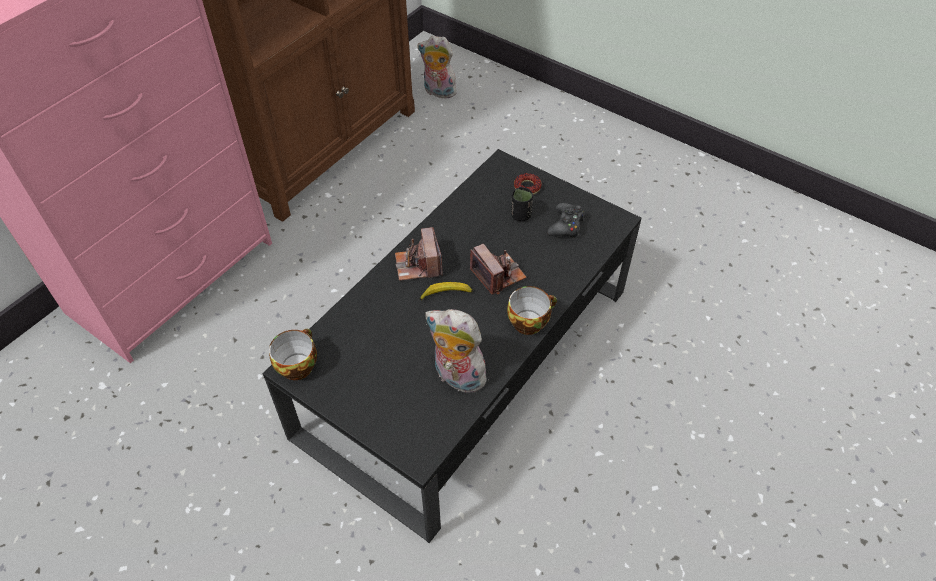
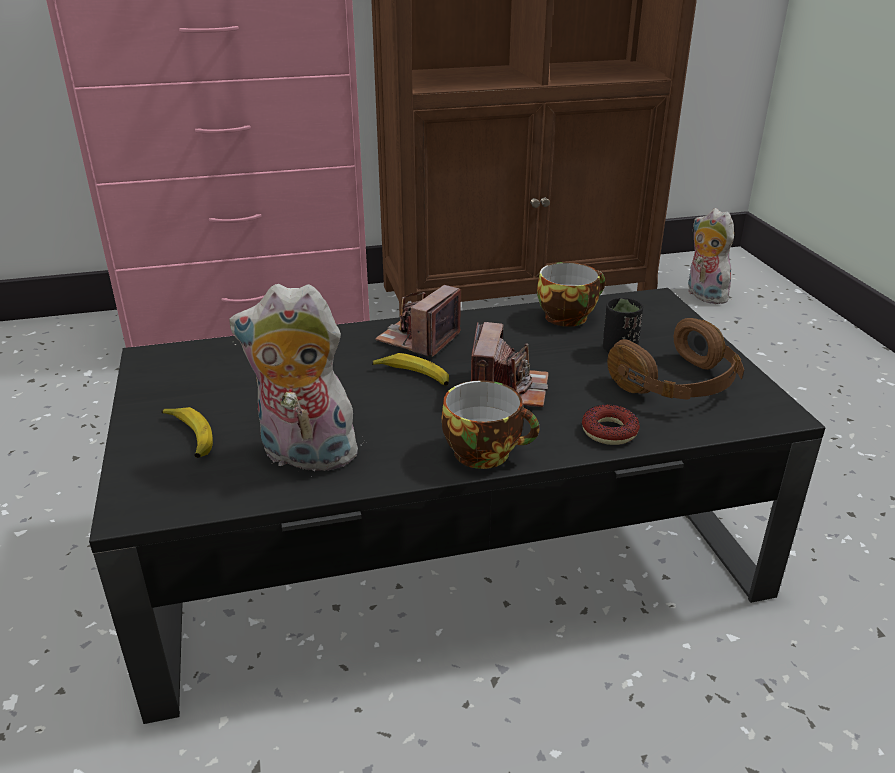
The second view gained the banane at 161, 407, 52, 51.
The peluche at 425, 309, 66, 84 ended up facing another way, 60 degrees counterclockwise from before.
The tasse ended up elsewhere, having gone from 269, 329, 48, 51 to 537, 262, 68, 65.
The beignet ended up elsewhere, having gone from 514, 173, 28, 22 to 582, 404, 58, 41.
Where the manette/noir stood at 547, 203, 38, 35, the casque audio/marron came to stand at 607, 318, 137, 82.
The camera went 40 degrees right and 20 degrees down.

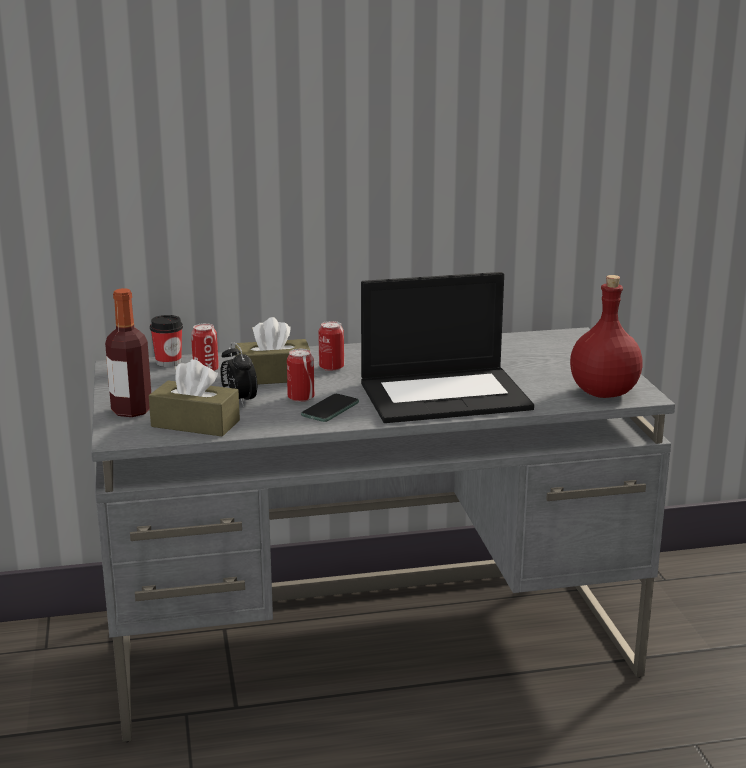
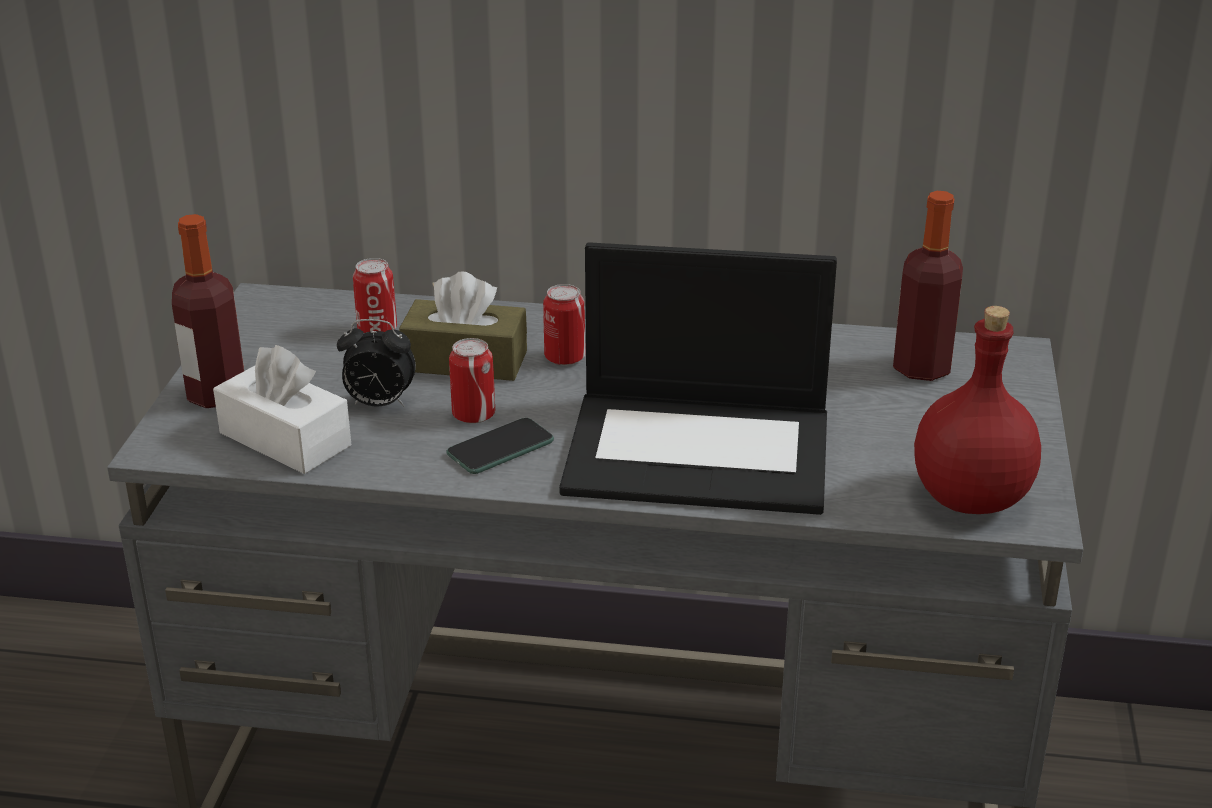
What was the boîte à mouchoirs/marron at 149, 359, 91, 78 turned into the boîte à mouchoirs/blanc at 213, 345, 138, 129.
The réveil at 220, 342, 37, 65 ended up facing another way, 75 degrees counterclockwise from before.
The second view gained the bouteille at 893, 191, 70, 190.
The second view lost the tasse at 150, 315, 33, 52.
The camera went 20 degrees right and 10 degrees up.

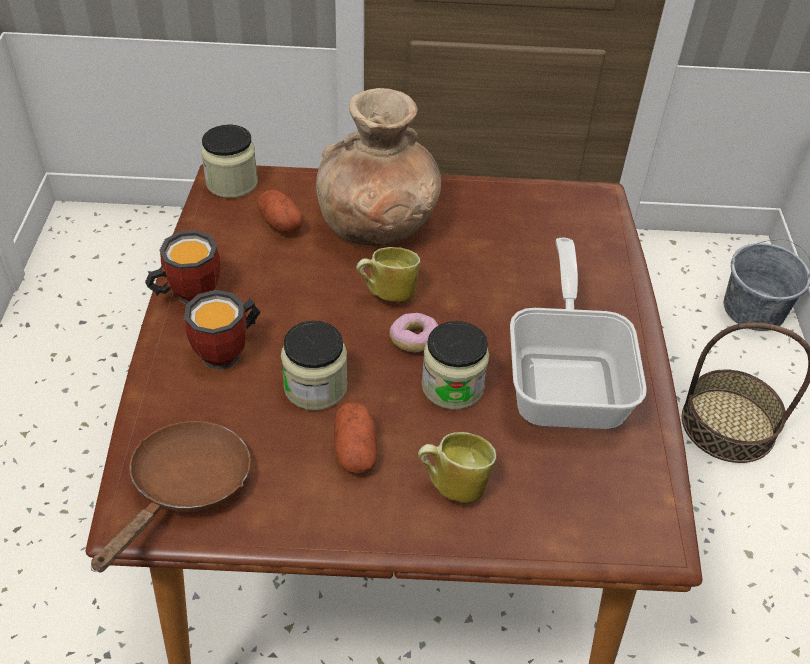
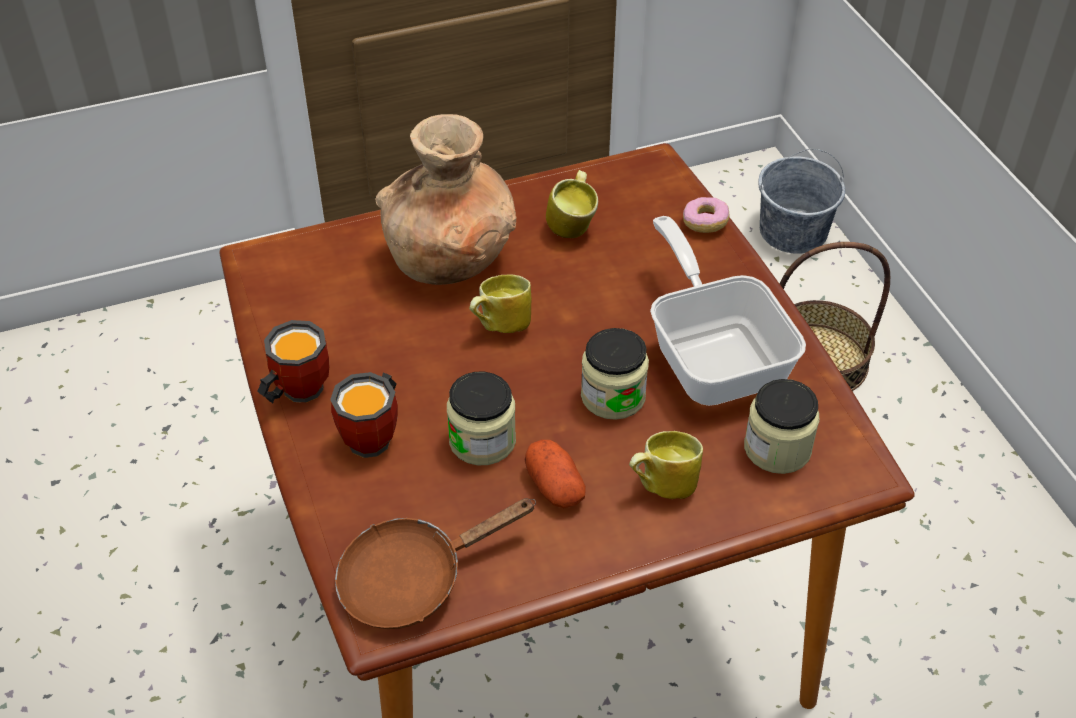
The poêle/marron at 91, 421, 160, 152 ended up facing another way, 120 degrees counterclockwise from before.
The second view gained the mug at 546, 170, 52, 68.
The beignet ended up elsewhere, having gone from 389, 313, 49, 39 to 683, 197, 47, 36.
The bocal ended up elsewhere, having gone from 201, 124, 57, 74 to 744, 379, 75, 95.
The second view lost the pomme de terre at 257, 190, 47, 44.
The camera went 20 degrees left and 0 degrees up.

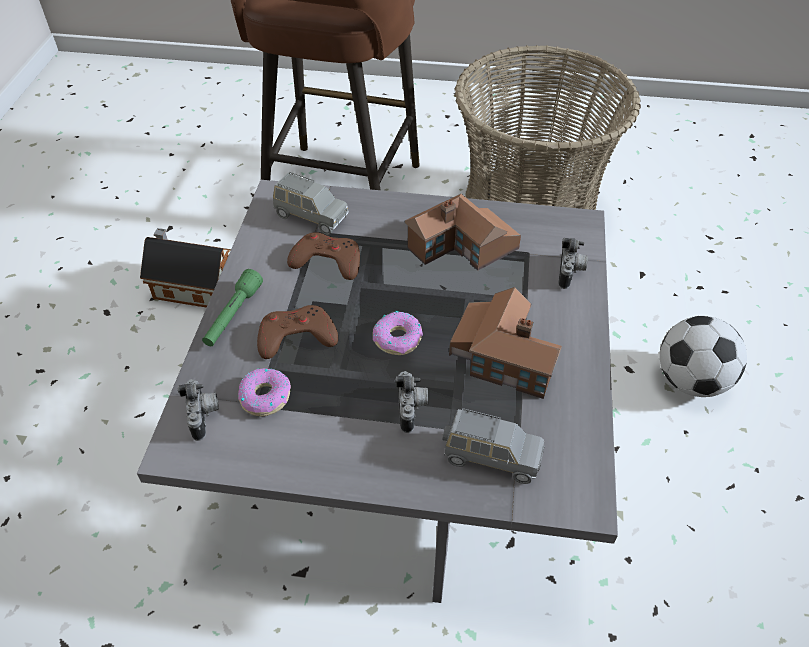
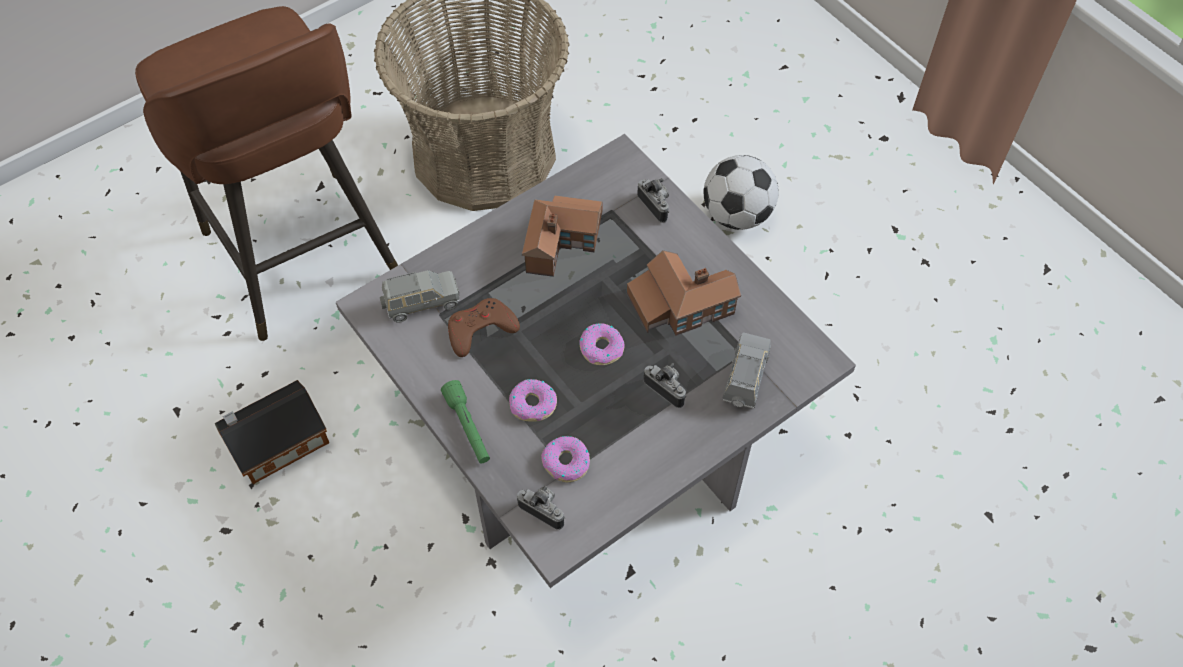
Where the manette/marron stood at 257, 305, 81, 54, the beignet came to stand at 509, 379, 48, 43.
The petite voiture/gris at 443, 408, 101, 76 ended up facing another way, 45 degrees counterclockwise from before.
The camera went 45 degrees left and 10 degrees up.

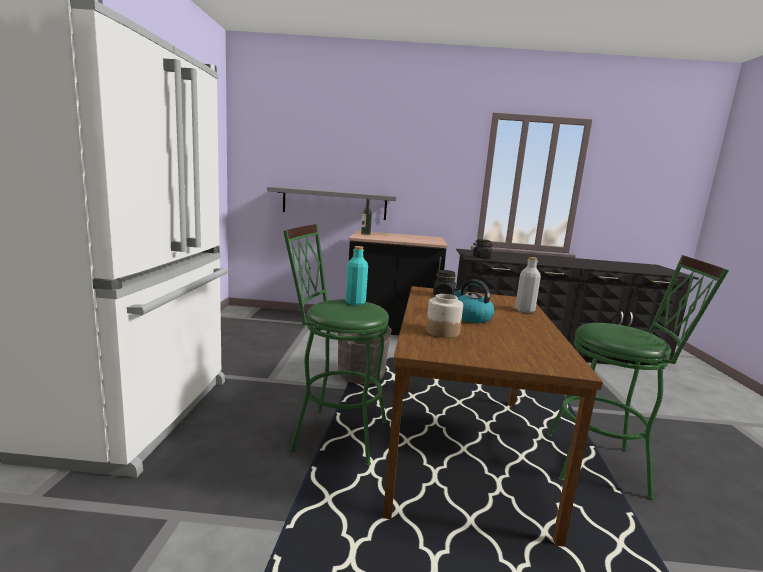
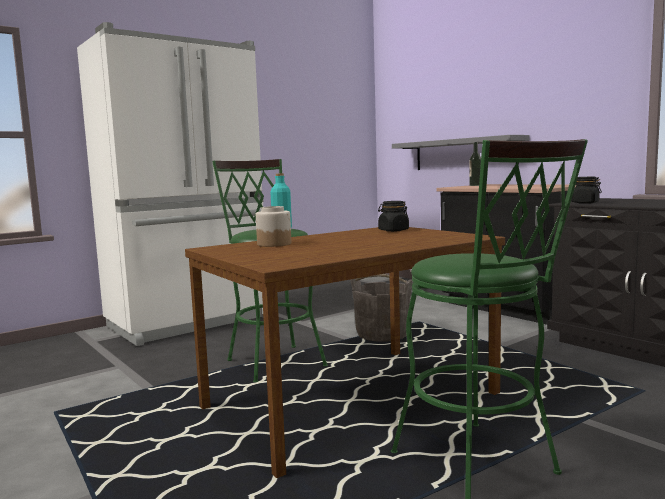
The second view lost the bouilloire at 453, 279, 41, 44.
The second view lost the bouteille/gris at 515, 257, 26, 56.
The camera went 50 degrees right and 5 degrees down.

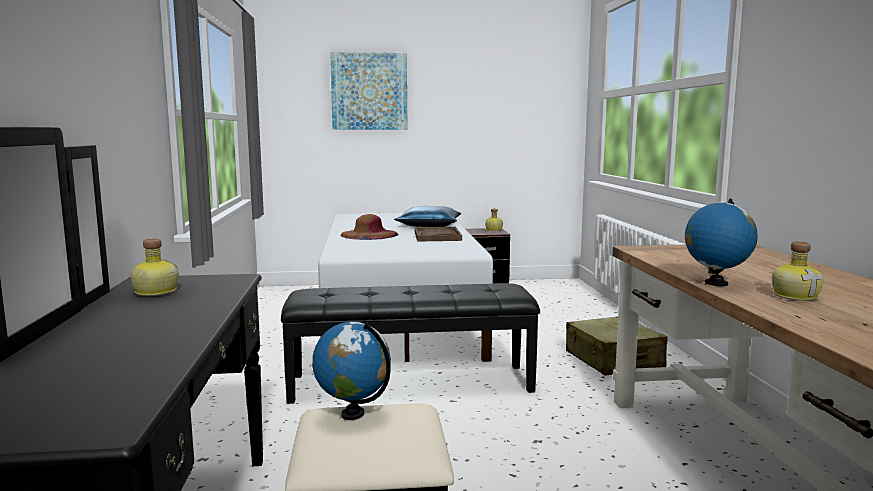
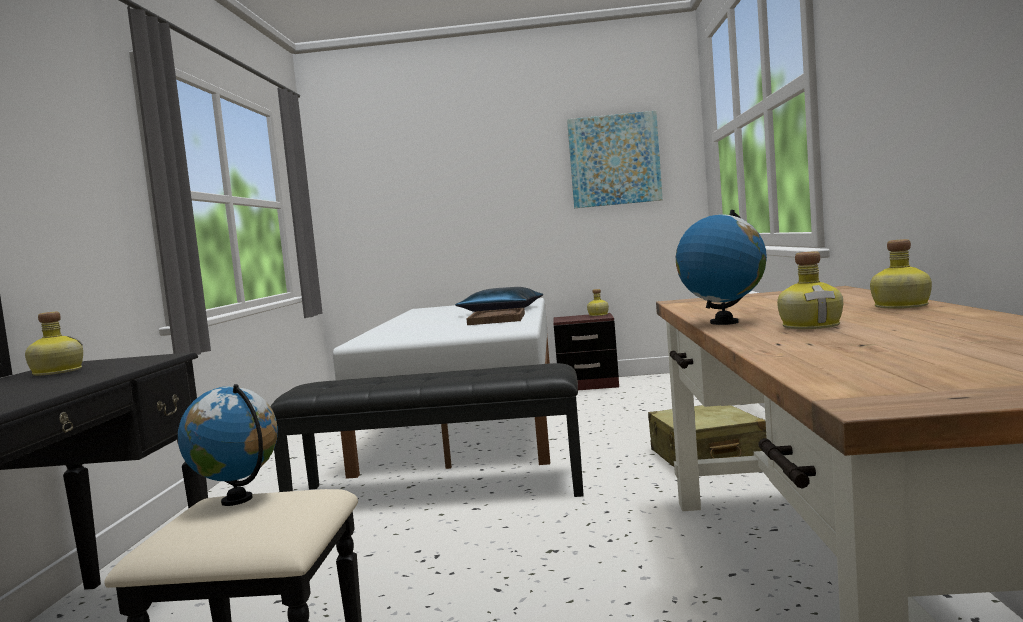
The tableau ended up elsewhere, having gone from 330, 52, 77, 78 to 567, 111, 96, 97.
The second view gained the bouteille at 870, 239, 62, 70.
The second view lost the chapeau/marron at 341, 214, 57, 26.
The camera went 10 degrees right and 5 degrees down.

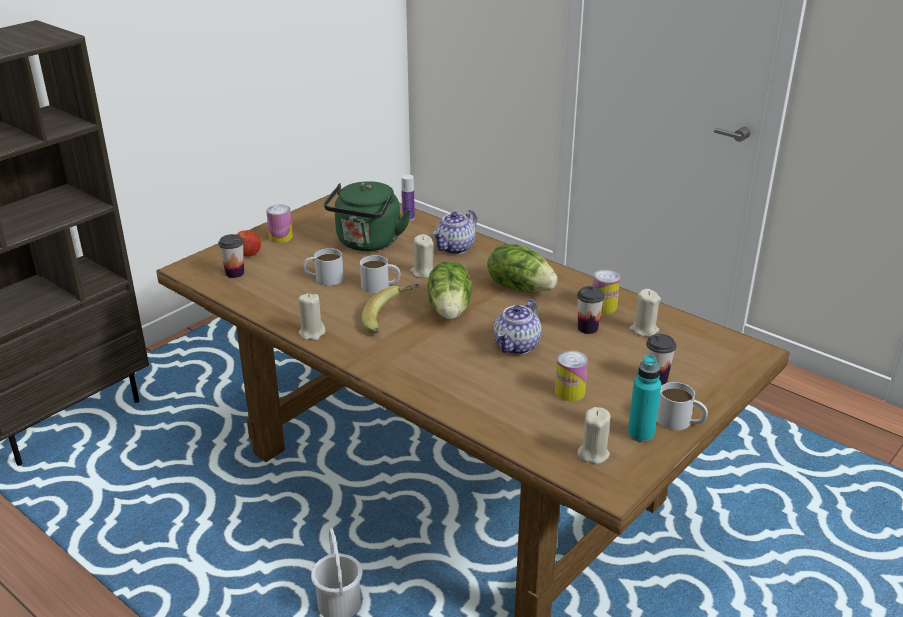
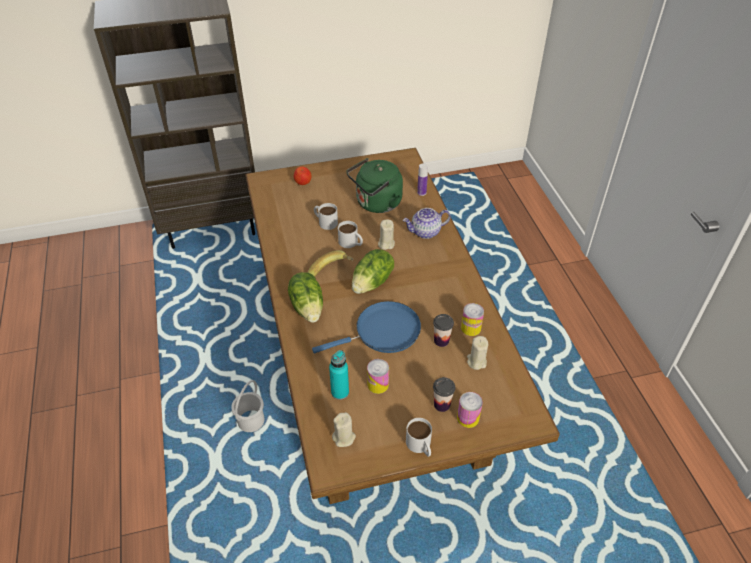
The laitue ended up elsewhere, having gone from 487, 244, 70, 48 to 288, 272, 35, 51.
Where the théière stood at 493, 299, 49, 56, the poêle/bleu came to stand at 312, 301, 109, 52.
The bouteille/turquoise ended up elsewhere, having gone from 628, 355, 33, 87 to 329, 350, 20, 50.
The boîte métallique ended up elsewhere, having gone from 266, 204, 27, 39 to 457, 392, 26, 36.
The second view lost the tasse at 218, 234, 26, 44.
The second view lost the bougie/beige at 298, 293, 28, 47.
The camera went 35 degrees right and 15 degrees up.

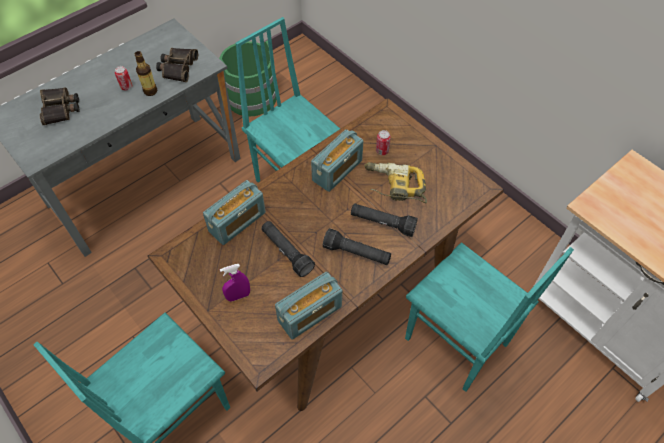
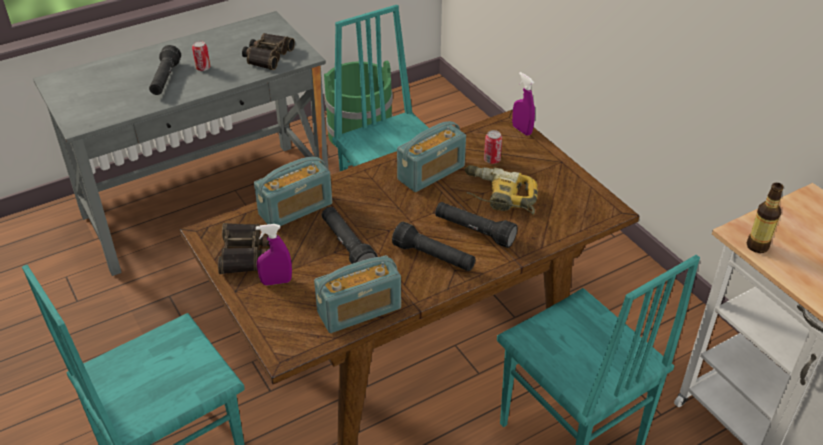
The second view gained the lampe de poche/noir at 149, 45, 32, 50.
The jumelles ended up elsewhere, having gone from 40, 88, 40, 37 to 218, 223, 52, 51.
The second view gained the vaporisateur/violet at 512, 72, 23, 64.
The bouteille ended up elsewhere, having gone from 135, 51, 22, 45 to 747, 183, 37, 70.
The camera went 10 degrees right and 15 degrees down.

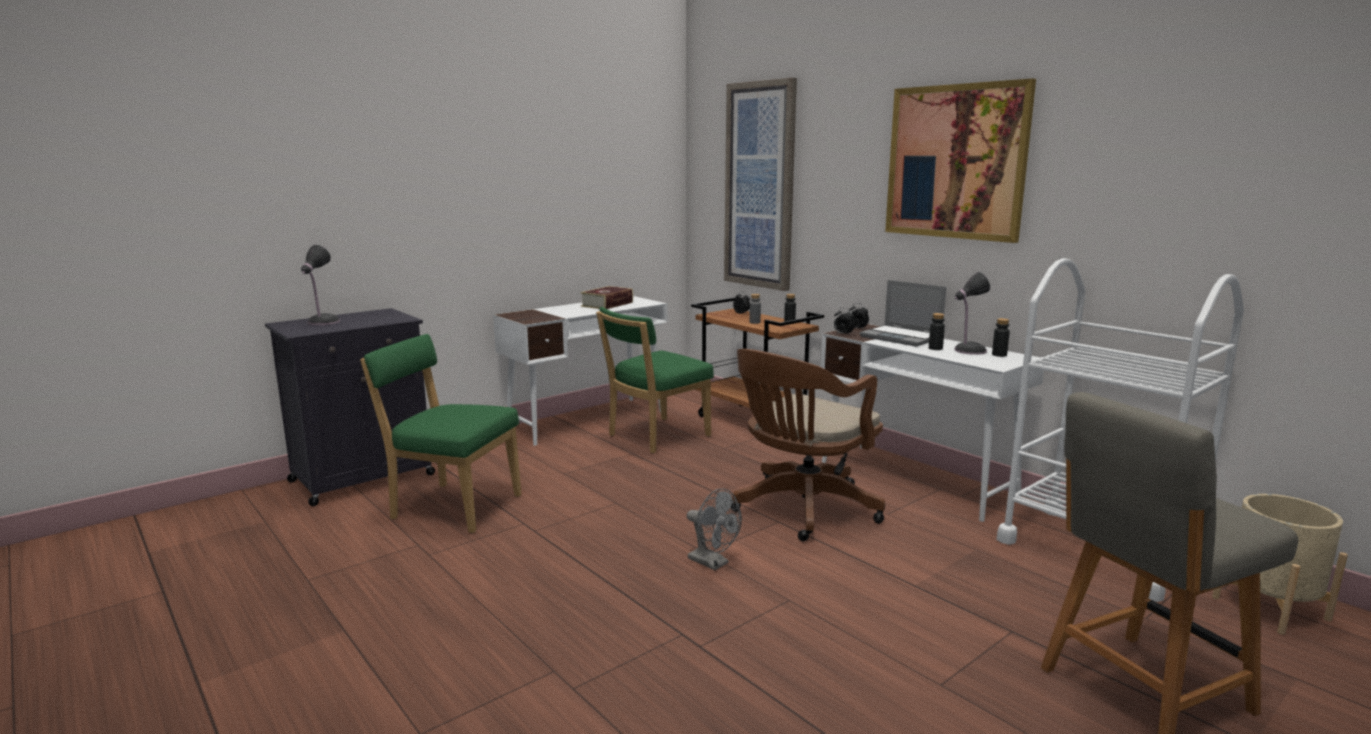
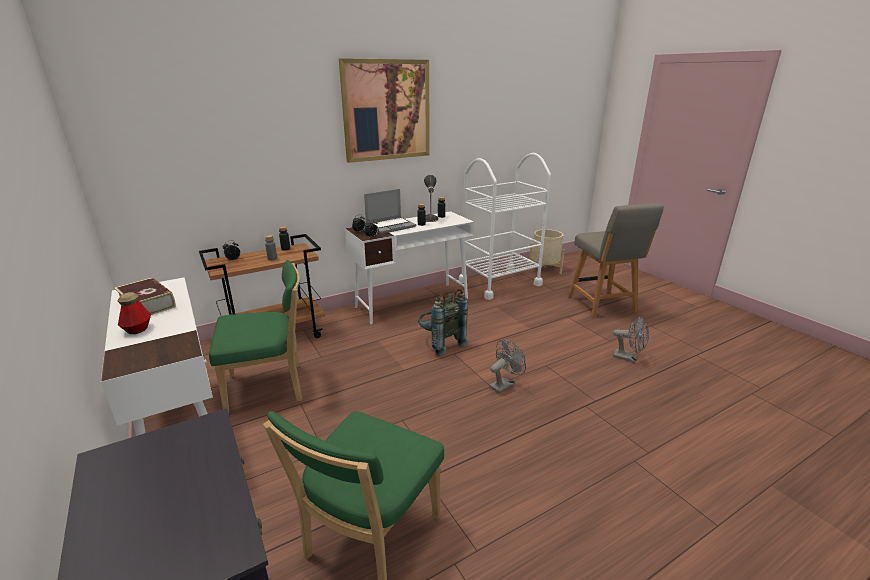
The second view gained the bouteille at 118, 292, 33, 42.
The chaise/vert at 596, 307, 118, 147 ended up facing another way, 75 degrees counterclockwise from before.
Where the chaise de bureau/marron stood at 731, 349, 154, 192, the sac à dos/gris came to stand at 418, 289, 50, 67.
The second view gained the ventilateur/gris at 613, 317, 36, 46.
The second view lost the lampe de table at 301, 244, 39, 81.
The second view lost the tableau at 724, 78, 73, 213.
The camera went 80 degrees left and 10 degrees up.

